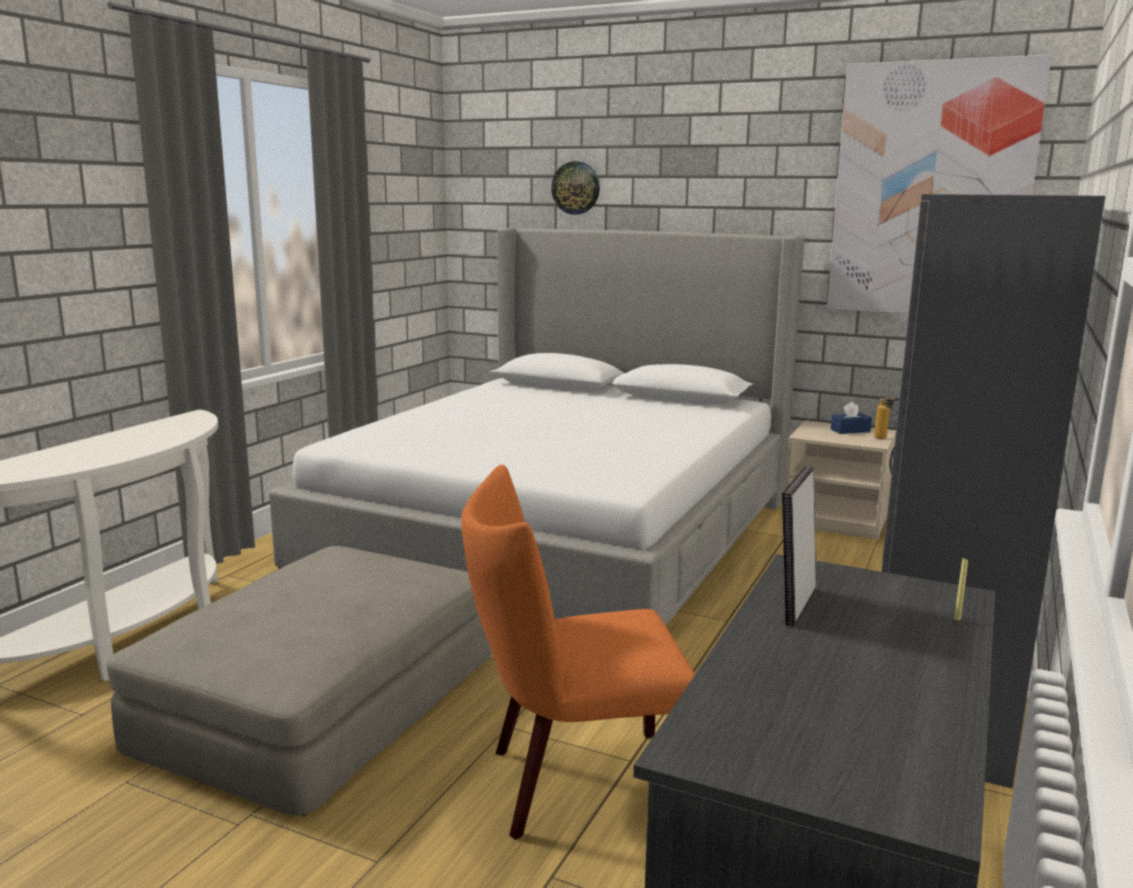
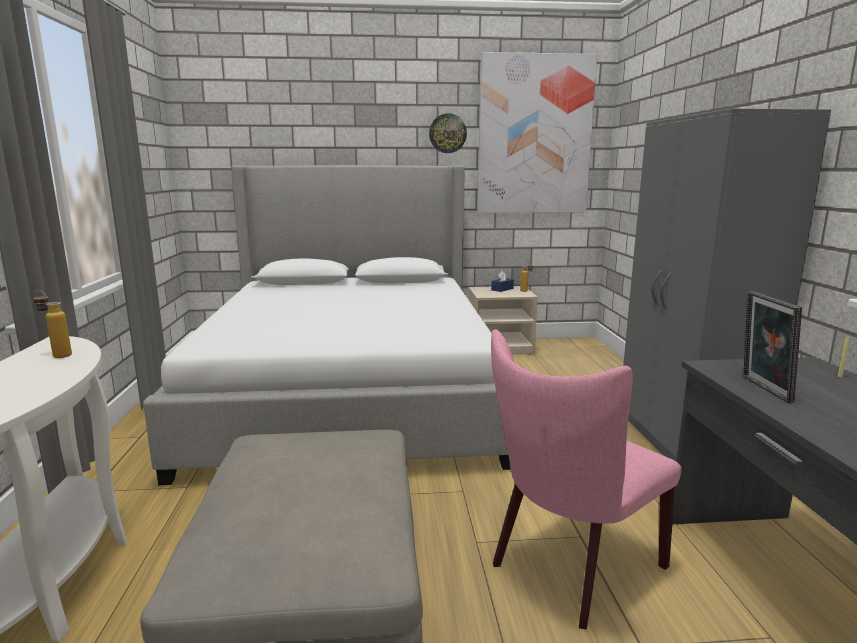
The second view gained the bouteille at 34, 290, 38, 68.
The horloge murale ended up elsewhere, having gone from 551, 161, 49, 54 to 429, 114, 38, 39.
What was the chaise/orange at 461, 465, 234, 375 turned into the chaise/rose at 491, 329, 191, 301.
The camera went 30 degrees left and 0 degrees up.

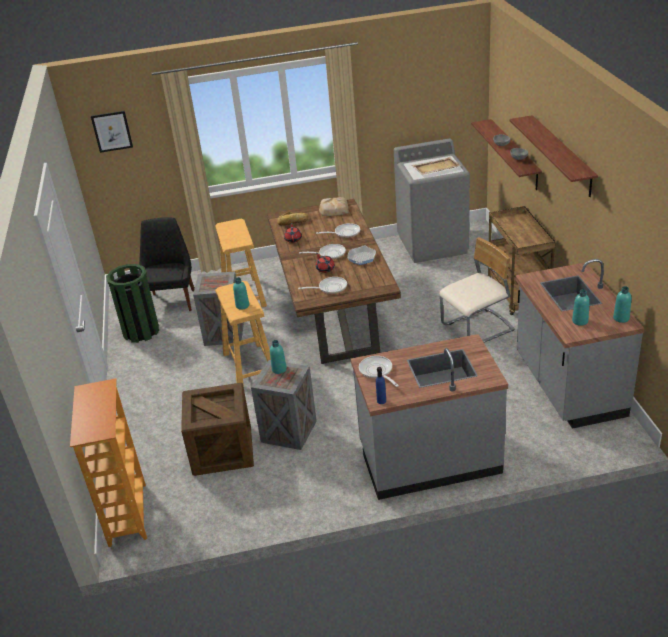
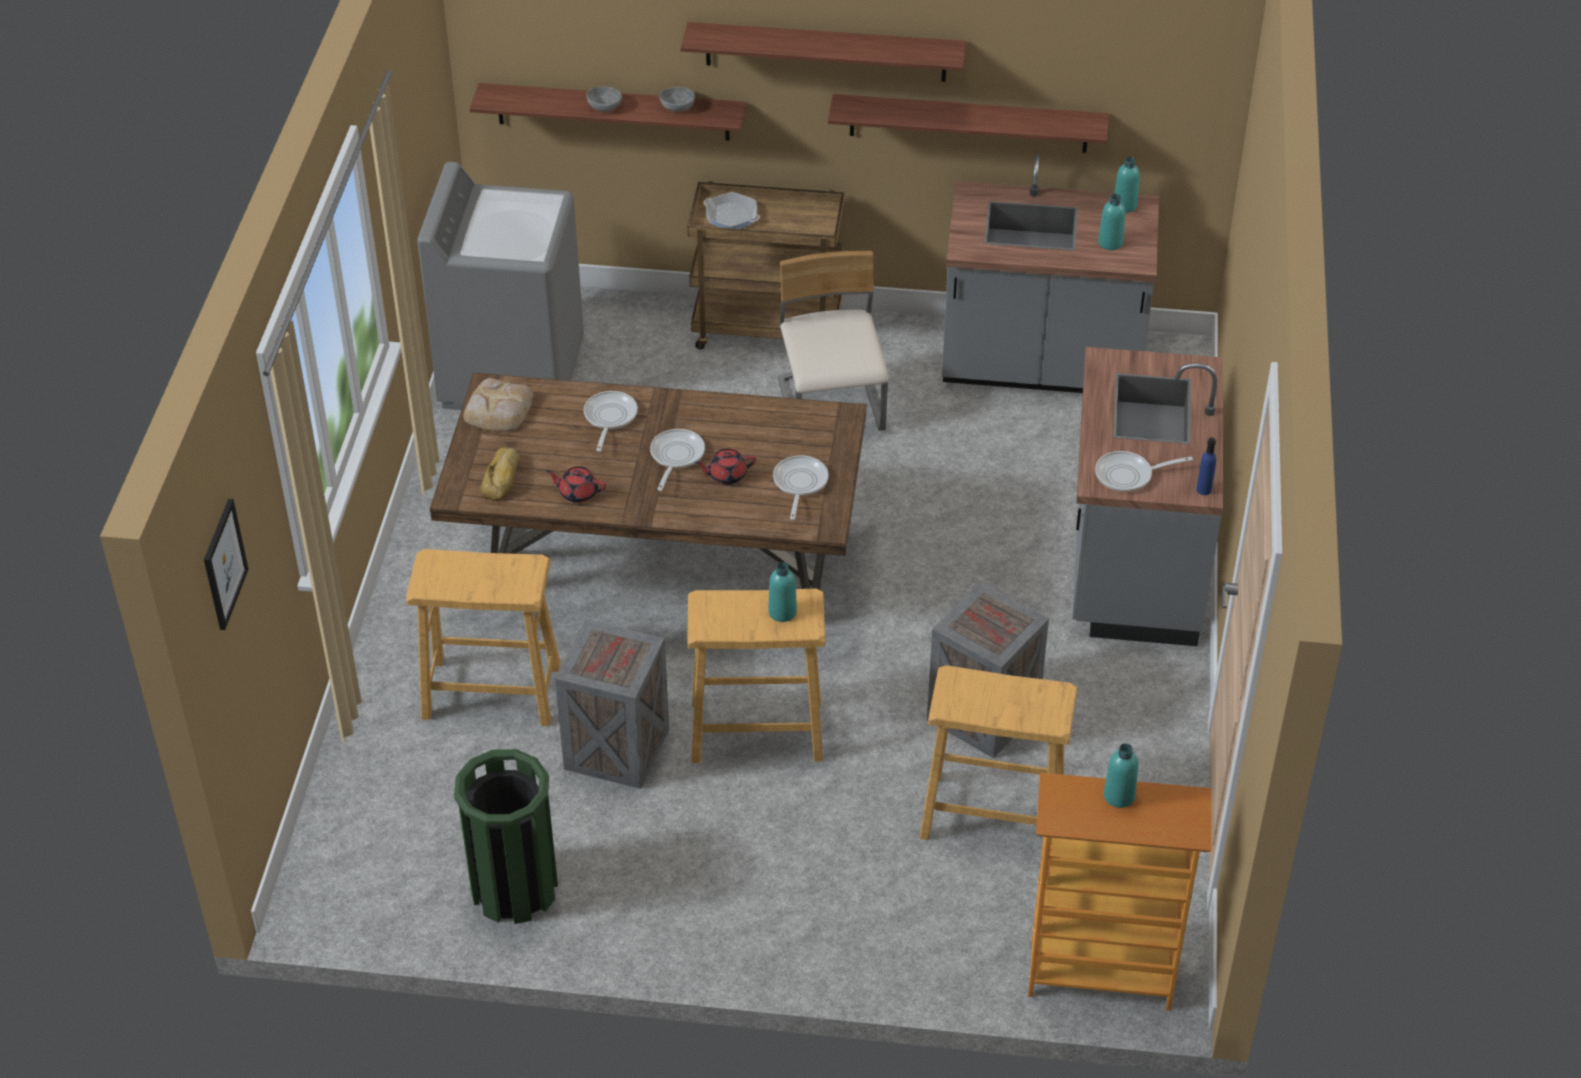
The poêle ended up elsewhere, having gone from 347, 246, 29, 19 to 704, 192, 56, 37.
The second view gained the étagère at 828, 94, 281, 59.
Where the caisse stood at 181, 383, 73, 93, the tabouret/beige came to stand at 920, 665, 157, 175.
The bouteille/turquoise ended up elsewhere, having gone from 270, 340, 17, 34 to 1104, 743, 34, 65.
The second view lost the chaise/noir at 138, 217, 56, 94.
The second view lost the plateau/beige at 412, 157, 49, 18.
The camera went 75 degrees left and 10 degrees up.

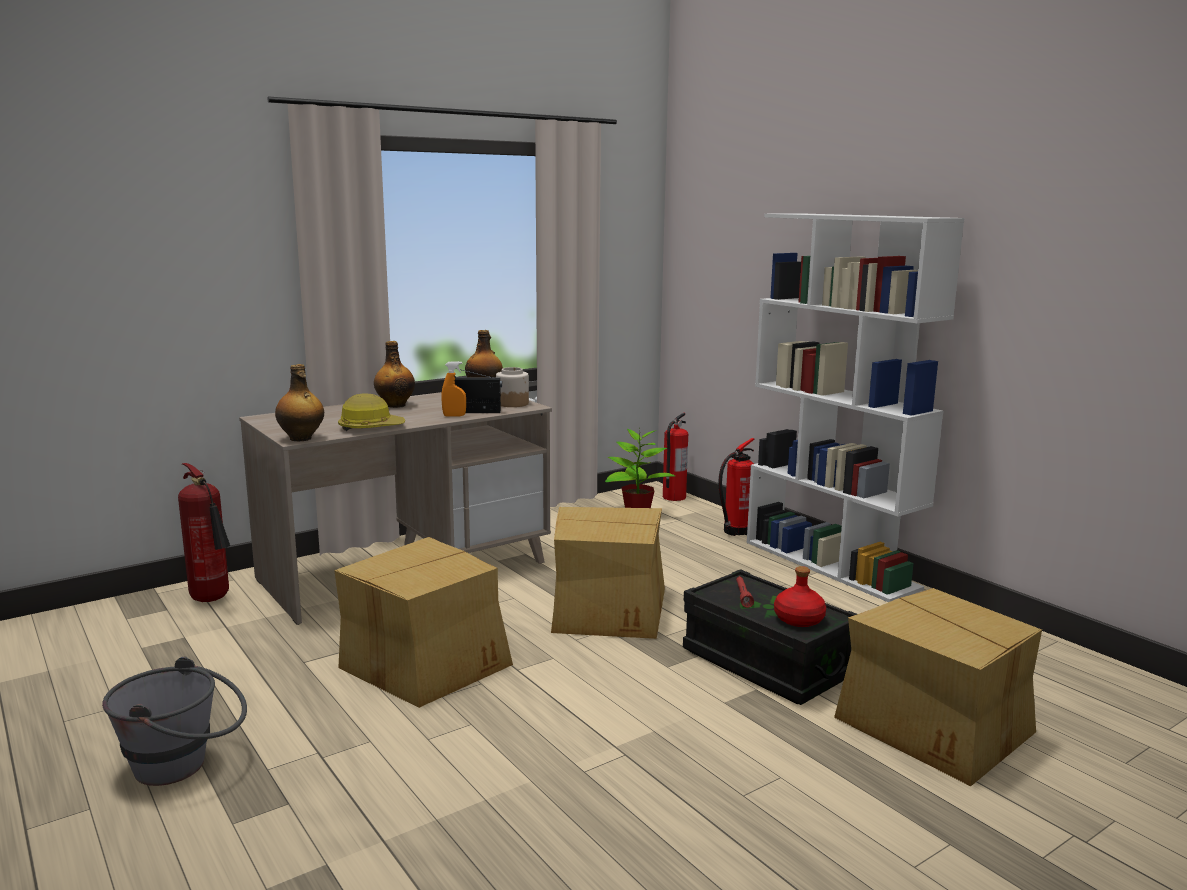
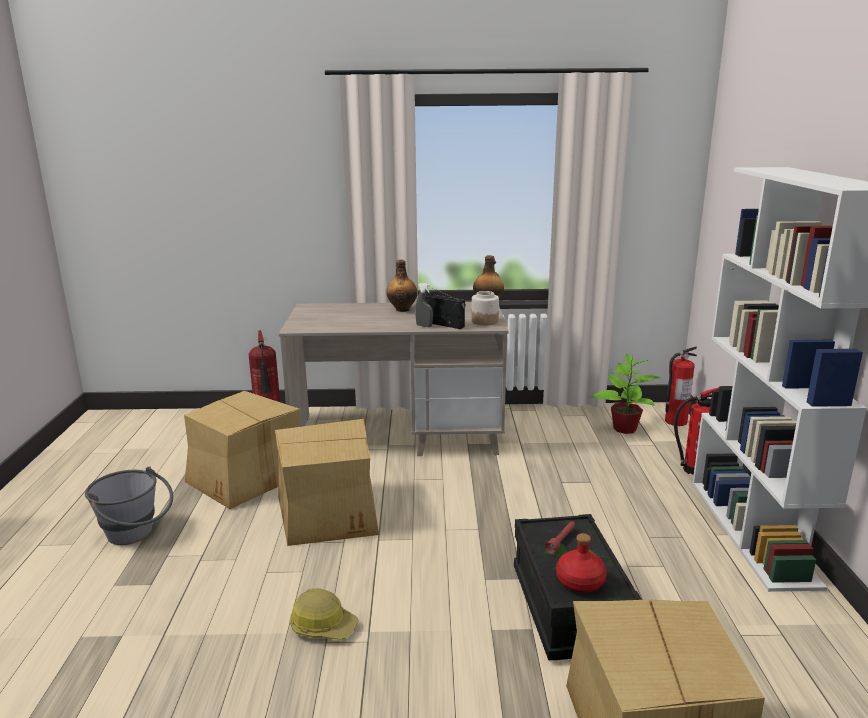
The carton ended up elsewhere, having gone from 551, 507, 114, 132 to 184, 391, 116, 118.
The casque de chantier ended up elsewhere, having gone from 338, 393, 67, 38 to 290, 588, 69, 52.
What was the vaporisateur/orange at 442, 361, 24, 55 turned into the vaporisateur/gris at 415, 283, 18, 44.
The second view lost the bouteille at 275, 364, 49, 77.
The camera went 35 degrees right and 5 degrees up.

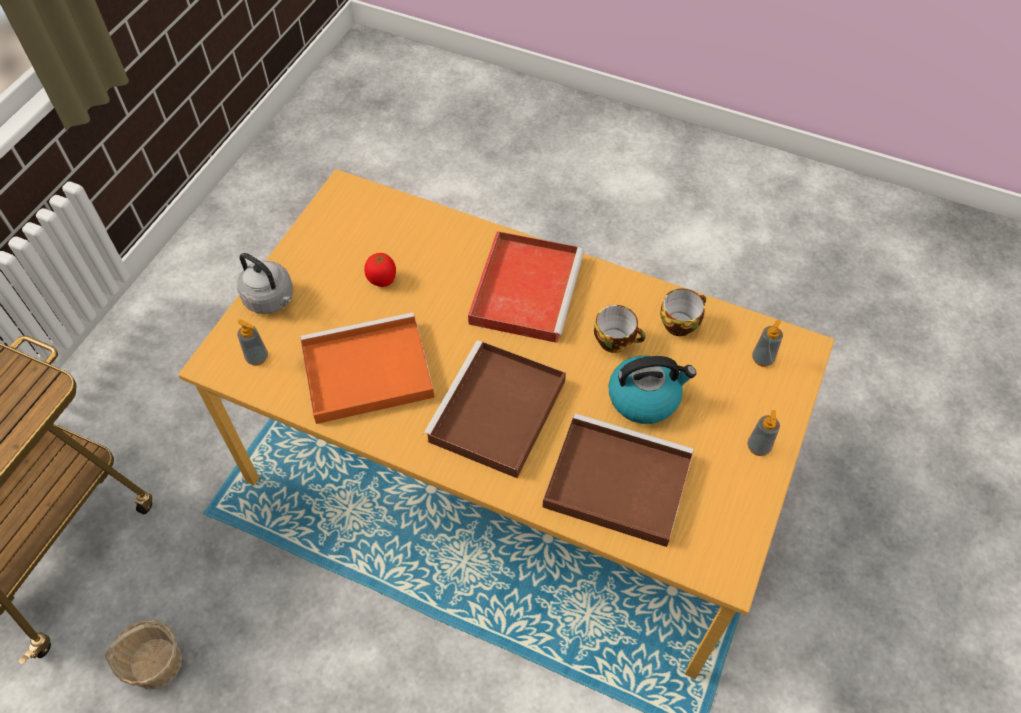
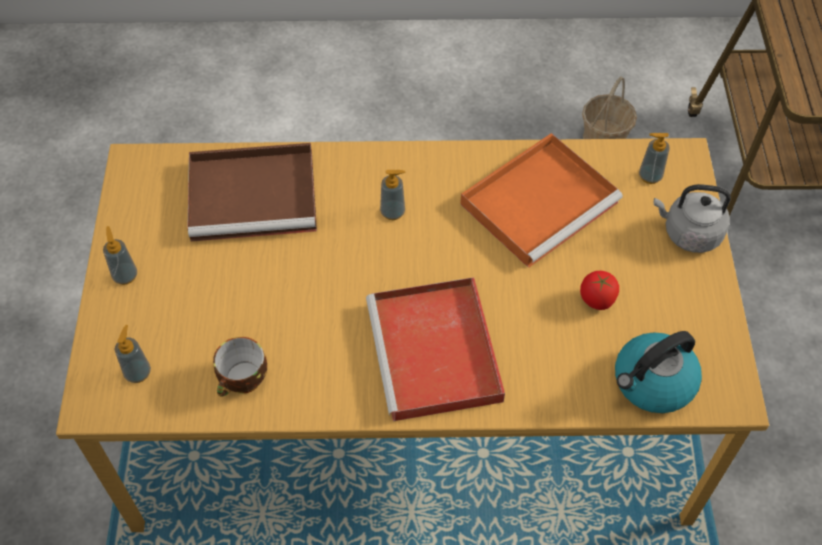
Where the plateau/marron stood at 424, 341, 142, 137, the distributeur de savon came to stand at 380, 170, 25, 50.
The bouilloire ended up elsewhere, having gone from 609, 356, 87, 68 to 615, 331, 87, 82.
The second view lost the tasse at 594, 305, 52, 48.
The camera went 155 degrees right and 0 degrees up.

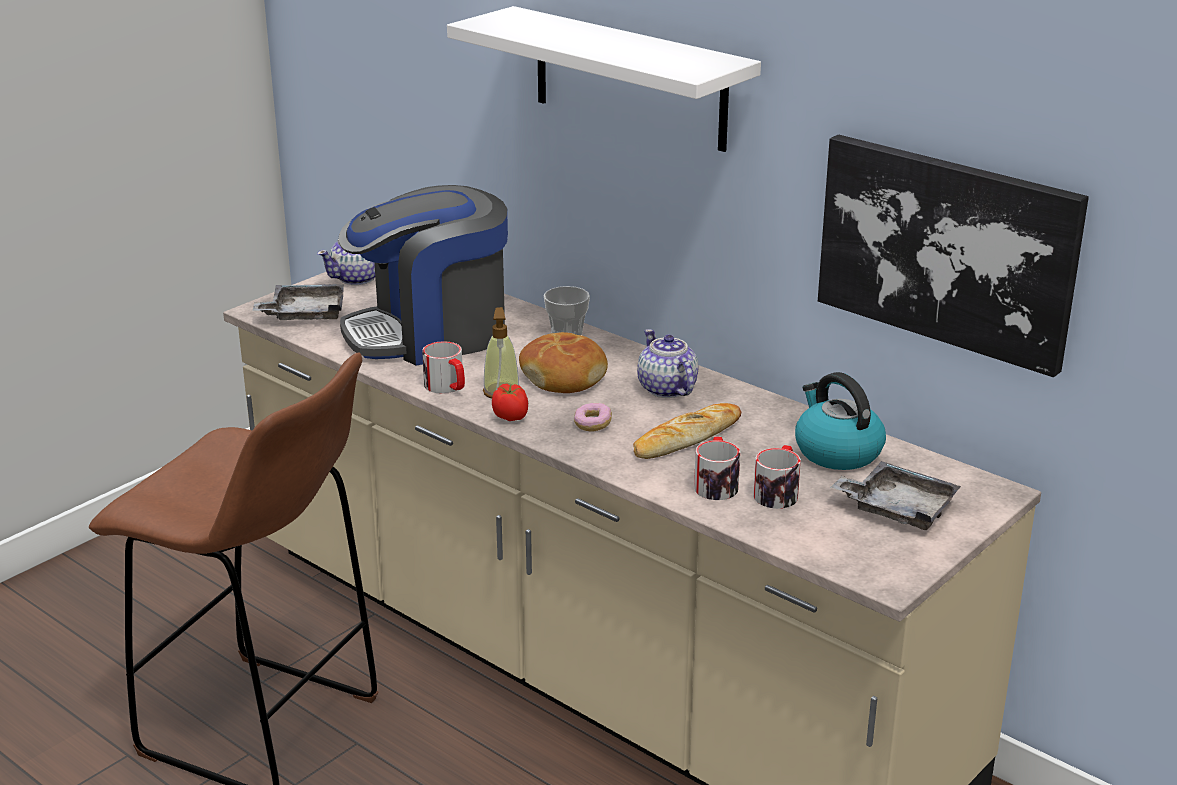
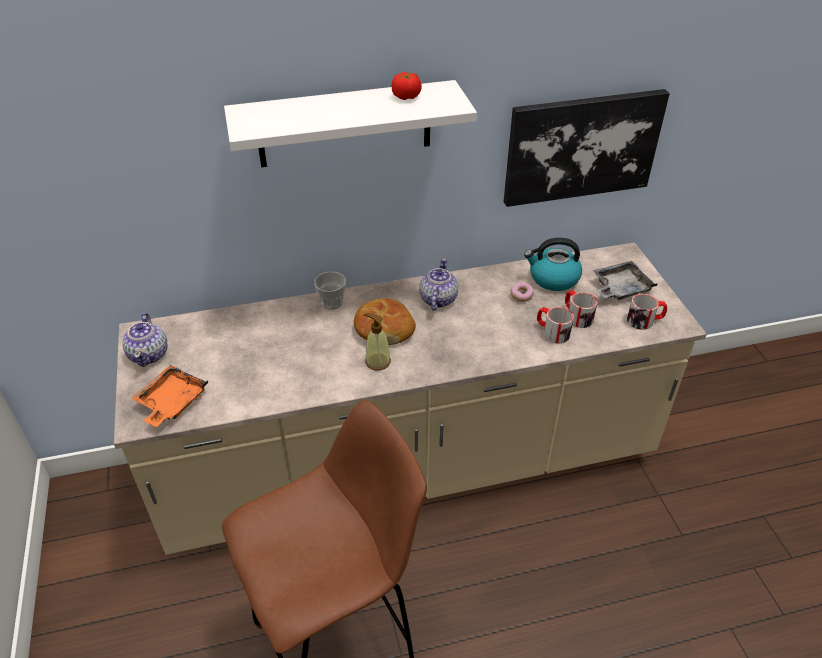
What was the plateau/gris at 252, 284, 92, 36 turned into the plateau/orange at 131, 365, 77, 62.
The tomate ended up elsewhere, having gone from 492, 384, 36, 37 to 392, 72, 30, 28.
The théière at 637, 329, 62, 69 ended up facing another way, 90 degrees clockwise from before.
The beignet ended up elsewhere, having gone from 574, 403, 38, 29 to 510, 282, 24, 20.
The mug ended up elsewhere, having gone from 422, 341, 43, 53 to 627, 294, 40, 36.
The second view lost the machine à café at 338, 185, 170, 181.
The second view lost the pain at 633, 403, 108, 56.
The camera went 55 degrees left and 15 degrees up.

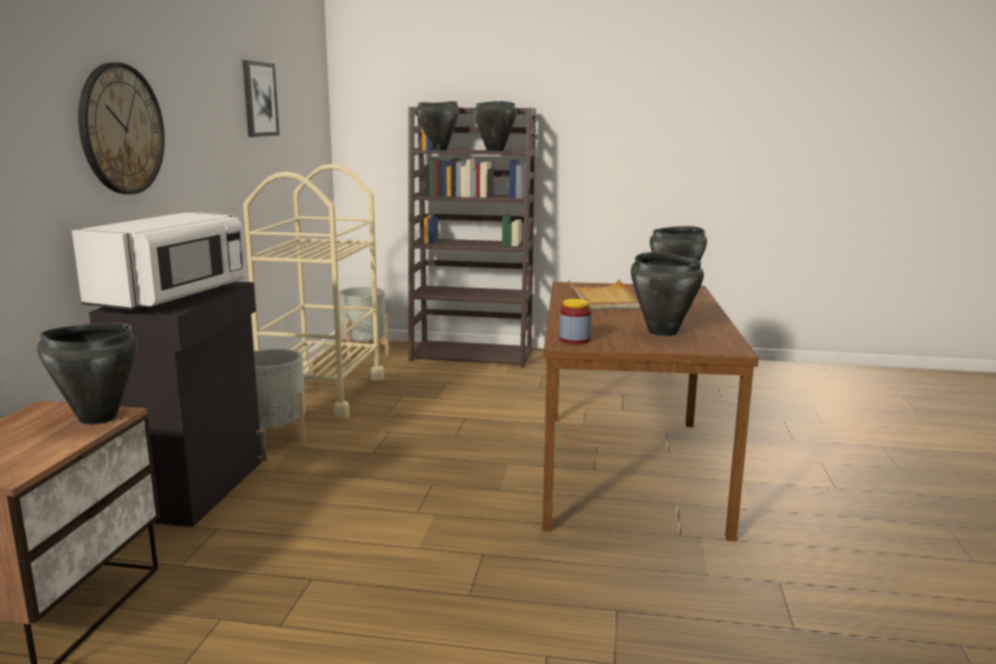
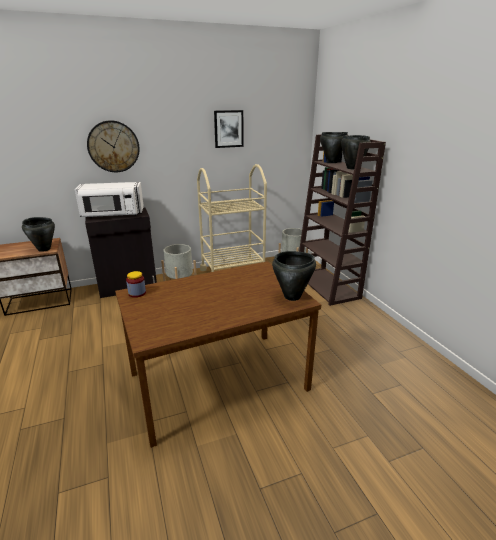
The second view lost the plateau/beige at 568, 279, 72, 31.
The second view lost the marmite/noir at 631, 252, 73, 84.
The camera went 60 degrees right and 10 degrees up.

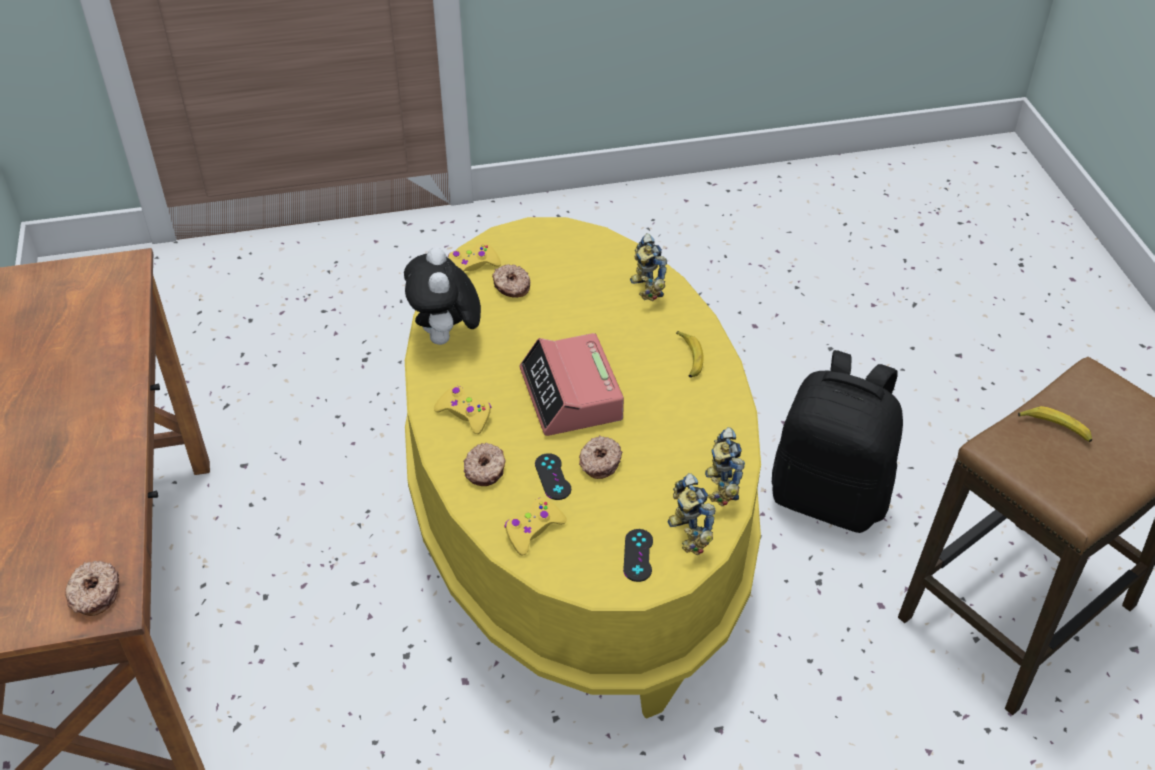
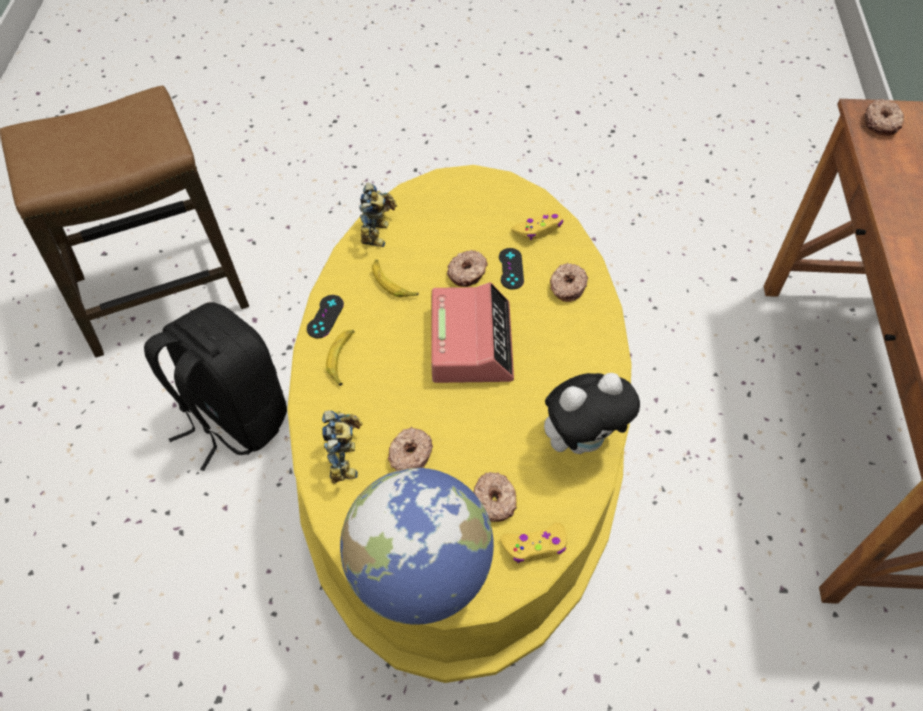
The manette/noir ended up elsewhere, having gone from 623, 529, 30, 53 to 307, 295, 37, 43.
The second view gained the globe at 340, 468, 154, 157.
The banane ended up elsewhere, having gone from 1018, 406, 74, 36 to 371, 260, 48, 37.
The second view gained the beignet at 388, 426, 45, 44.
The peluche at 404, 247, 77, 98 ended up facing another way, 60 degrees clockwise from before.
The second view lost the manette/jaune at 434, 386, 57, 48.
The second view lost the robot jouet at 667, 473, 49, 82.
The camera went 165 degrees left and 10 degrees up.

